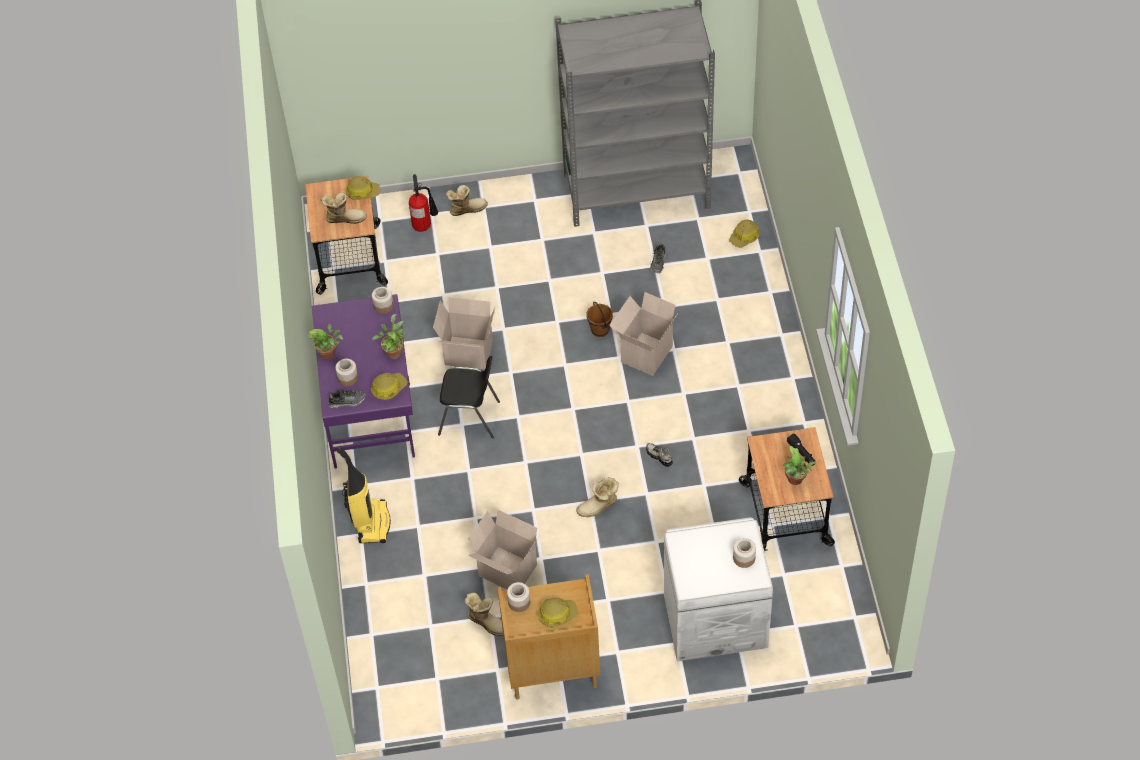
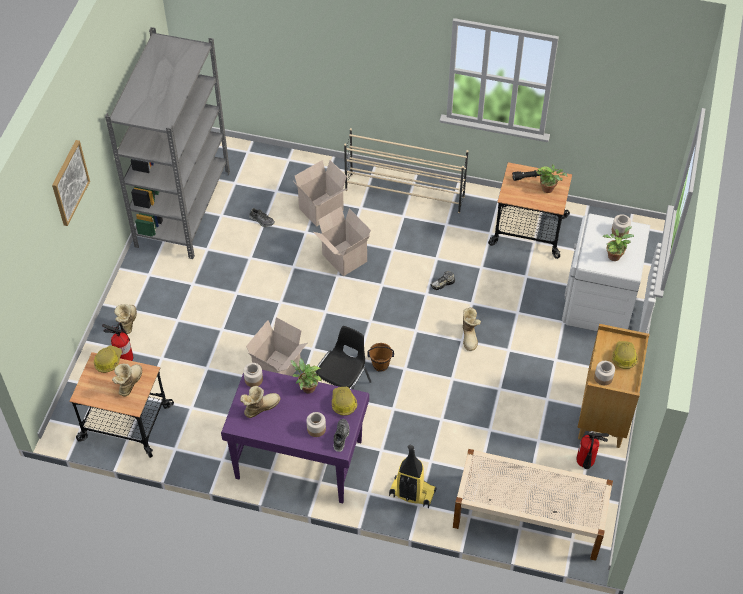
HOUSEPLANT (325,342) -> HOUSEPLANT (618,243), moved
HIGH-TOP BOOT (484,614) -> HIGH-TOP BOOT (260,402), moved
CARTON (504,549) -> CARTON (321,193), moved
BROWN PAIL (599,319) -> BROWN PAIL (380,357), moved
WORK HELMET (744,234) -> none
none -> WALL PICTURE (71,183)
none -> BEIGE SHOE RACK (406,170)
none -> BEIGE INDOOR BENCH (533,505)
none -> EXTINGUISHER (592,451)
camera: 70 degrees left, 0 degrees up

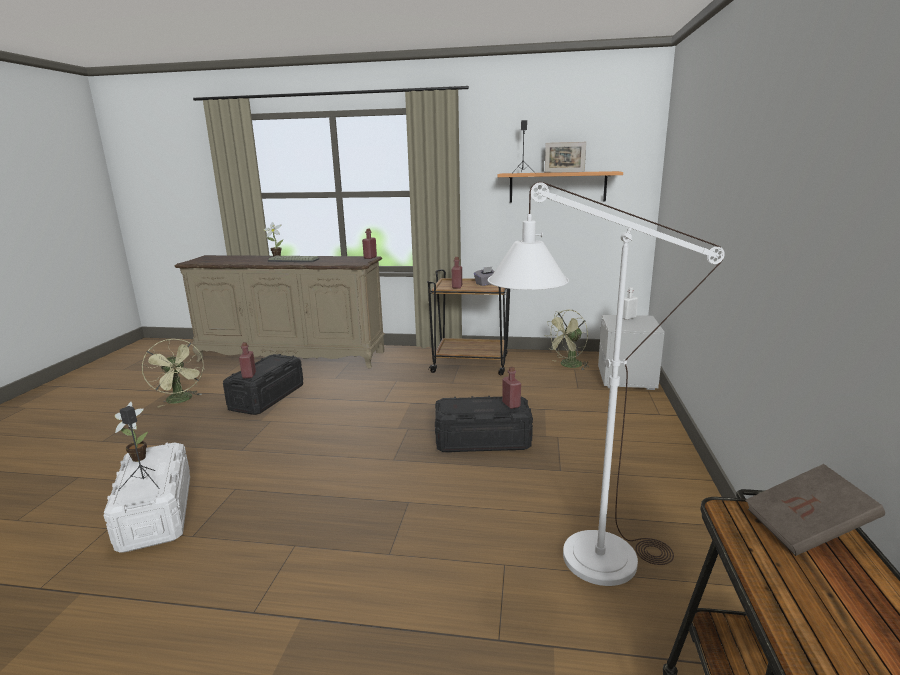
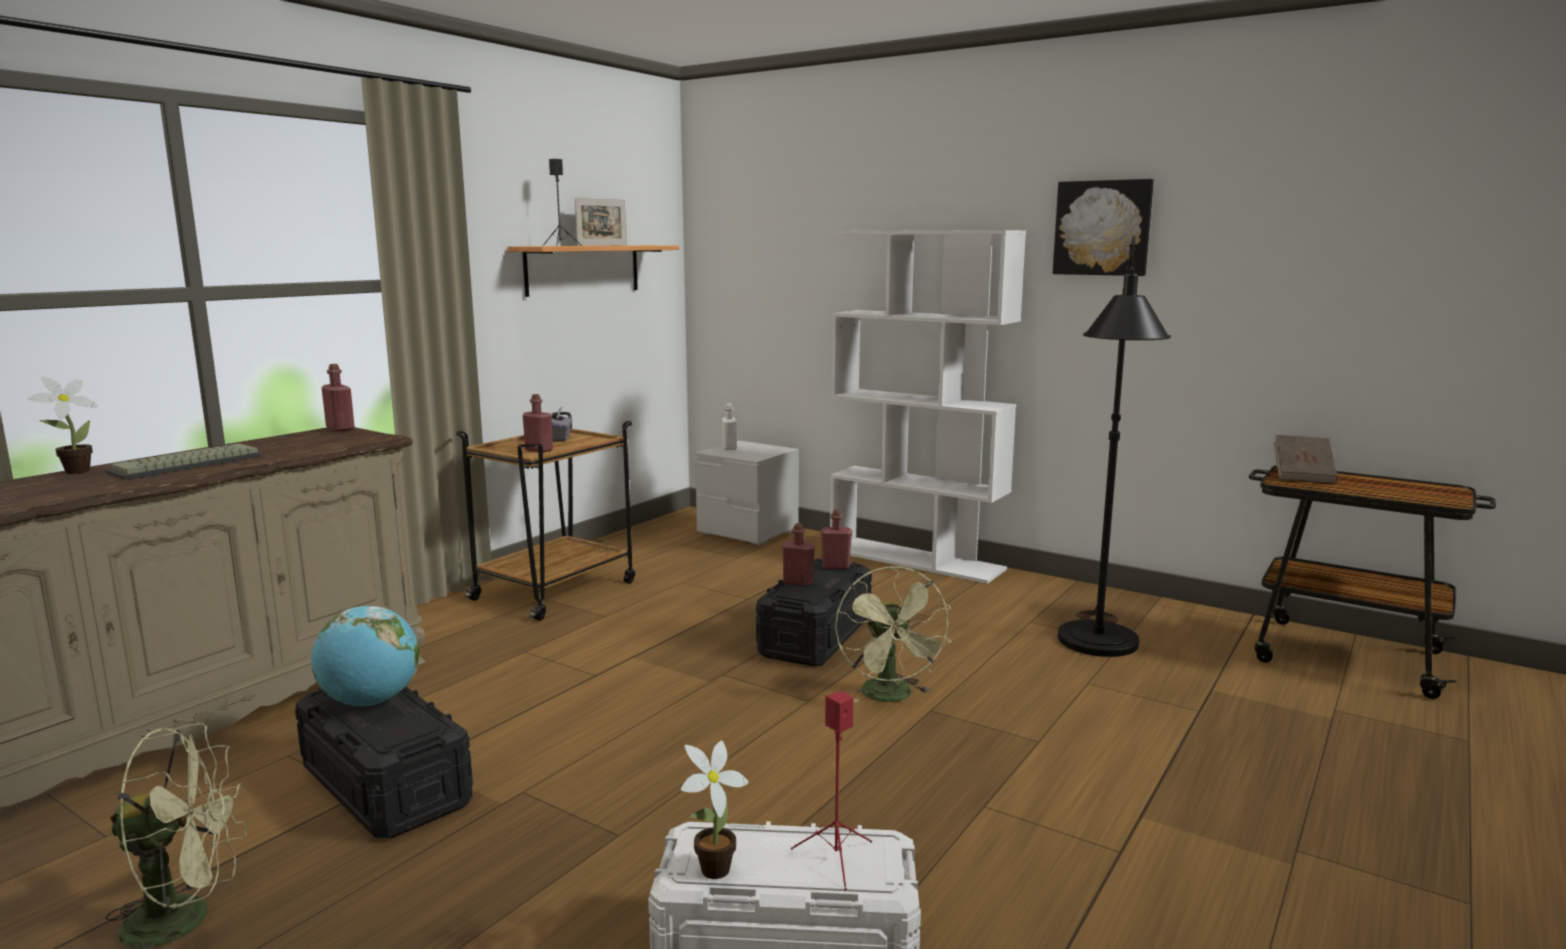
BLACK-COLOURED SPEAKER (138,448) -> RED SPEAKER (831,791)
RED BEVERAGE BOTTLE (247,360) -> RED BEVERAGE BOTTLE (798,554), moved
WHITISH STANDARD LAMP (606,384) -> BLACK-COLOURED STANDARD LAMP (1114,446)
GREEN COOLING FAN (567,339) -> GREEN COOLING FAN (893,634), moved
none -> GLOBE (365,655)
none -> WHITISH BOOKSHELF (928,407)
none -> WALL PICTURE (1103,227)
camera: 65 degrees left, 5 degrees down

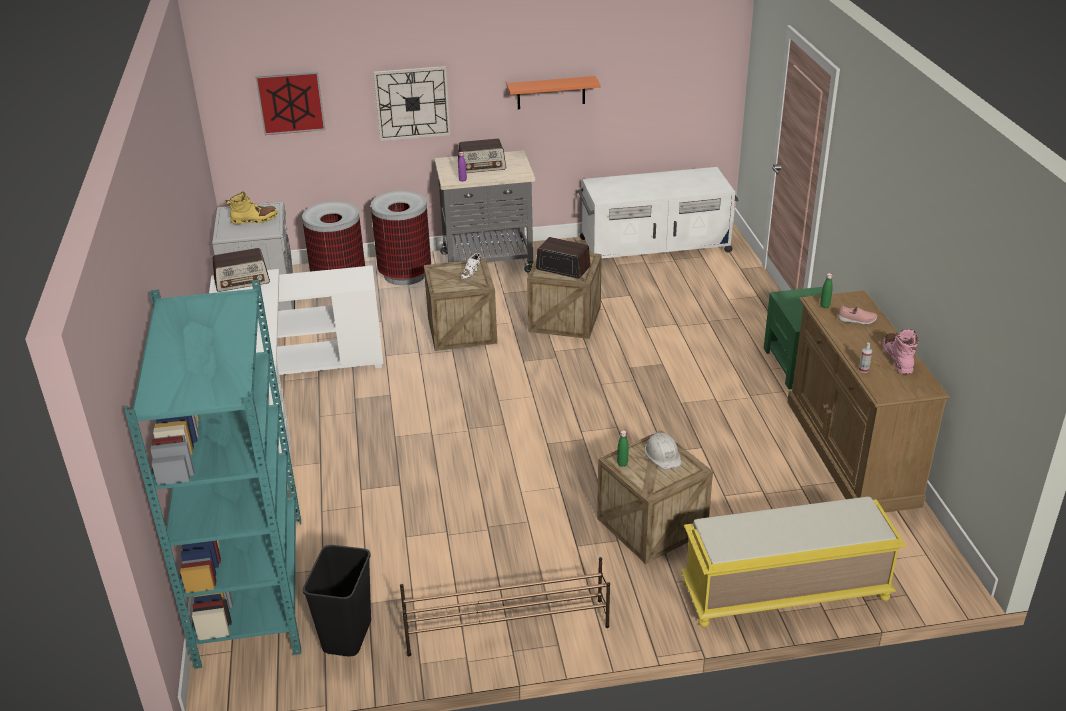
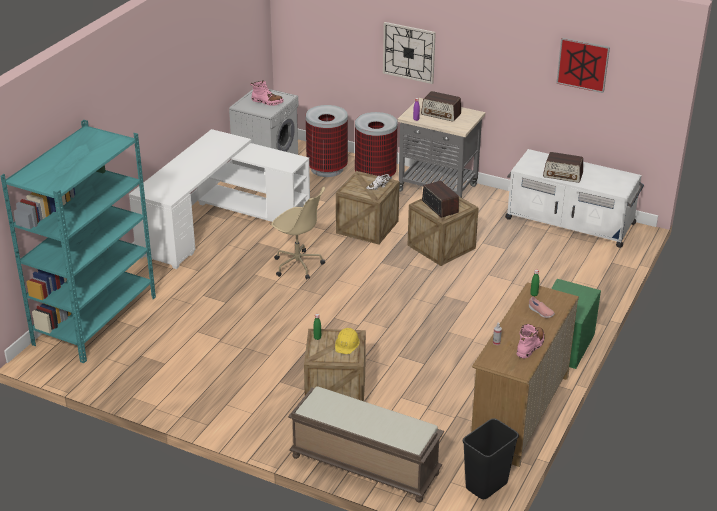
RADIO RECEIVER (241,270) -> RADIO RECEIVER (563,167), moved
YELLOW HIGH-TOP BOOT (251,208) -> PINK-COLOURED HIGH-TOP BOOT (267,93)
WALL PICTURE (290,103) -> WALL PICTURE (583,65), moved
BLACK-COLOURED RUBBISH BIN (337,600) -> BLACK-COLOURED RUBBISH BIN (491,458), moved
BROWN SHOE RACK (505,606) -> none
ORANGE WALL SHELF (553,92) -> none
WHITISH WORK HELMET (663,451) -> YELLOW WORK HELMET (347,341)
YELLOW INDOOR BENCH (793,562) -> BROWN INDOOR BENCH (366,444)
none -> BEIGE COMPUTER CHAIR (298,233)
camera: 35 degrees right, 0 degrees up

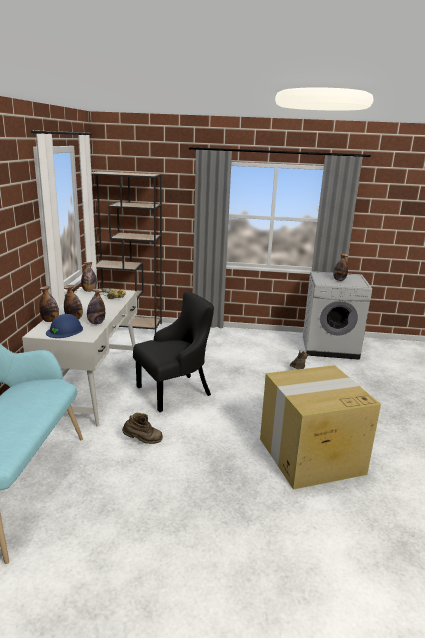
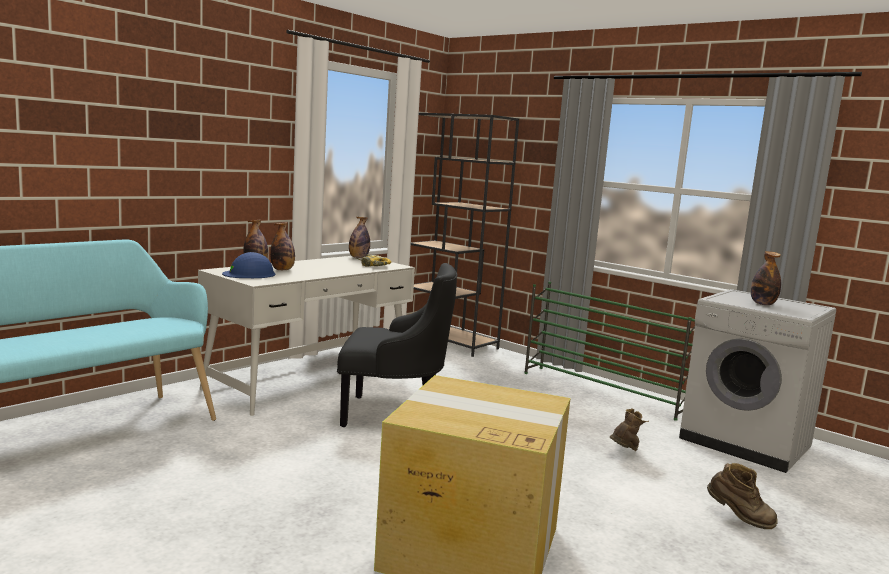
BEVERAGE BOTTLE (96,306) -> none
BROWN HIGH-TOP BOOT (142,428) -> BROWN HIGH-TOP BOOT (742,496), moved
none -> GREEN SHOE RACK (609,351)
camera: 35 degrees right, 10 degrees down

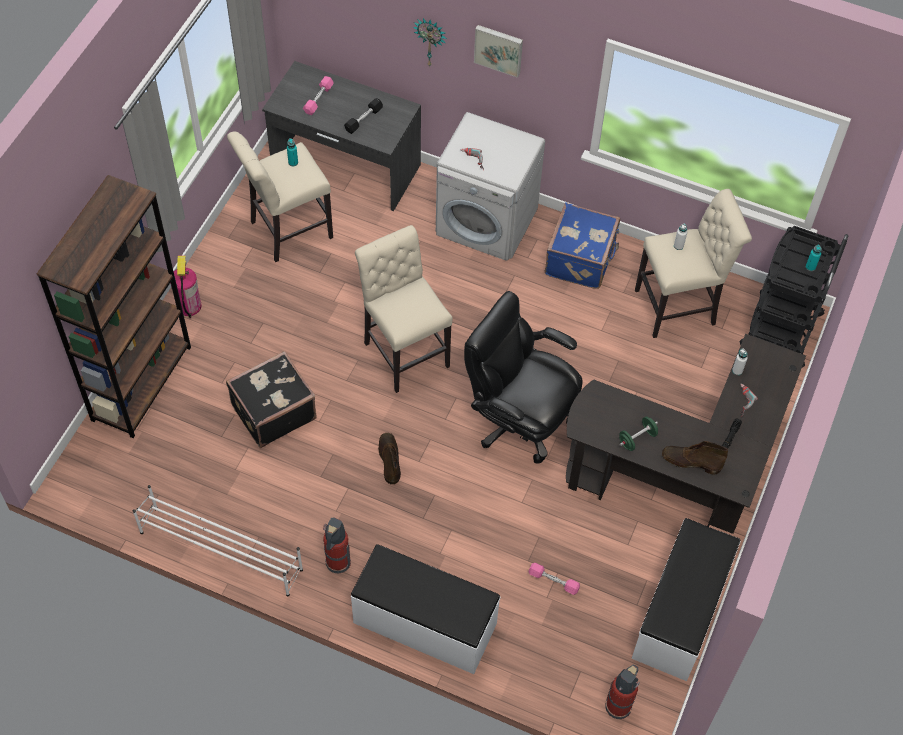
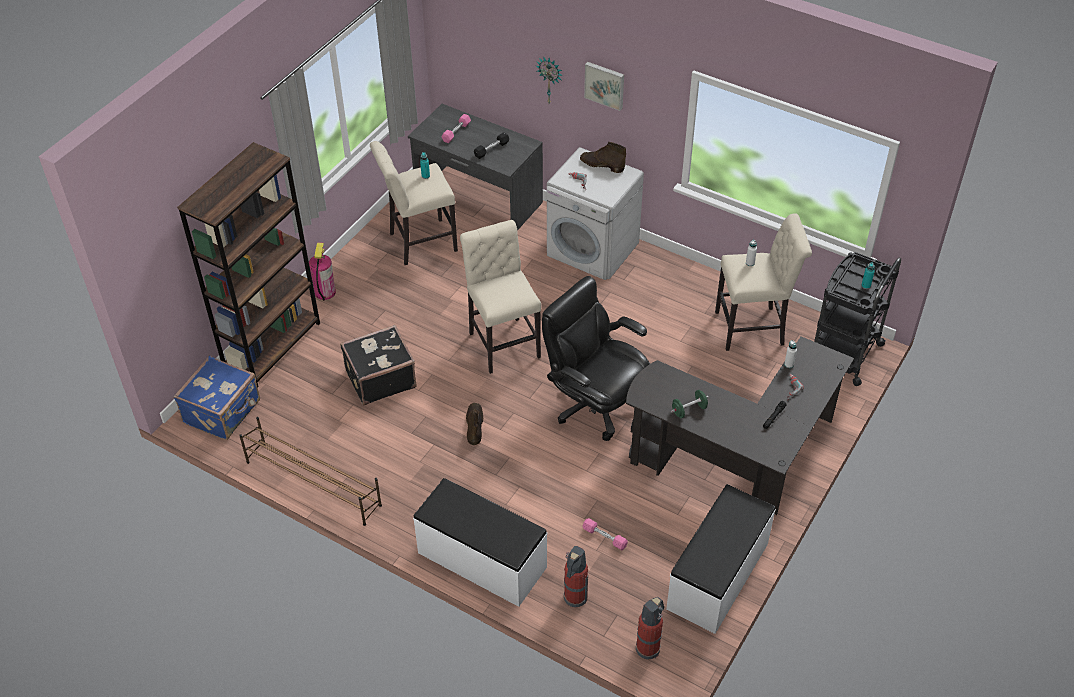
WHITISH SHOE RACK (218,540) -> BROWN SHOE RACK (310,471)
EXTINGUISHER (337,545) -> EXTINGUISHER (576,576), moved
BLUE SUITCASE (582,246) -> BLUE SUITCASE (217,398), moved
BROWN HIGH-TOP BOOT (695,457) -> BROWN HIGH-TOP BOOT (603,157), moved
camera: 10 degrees right, 10 degrees down

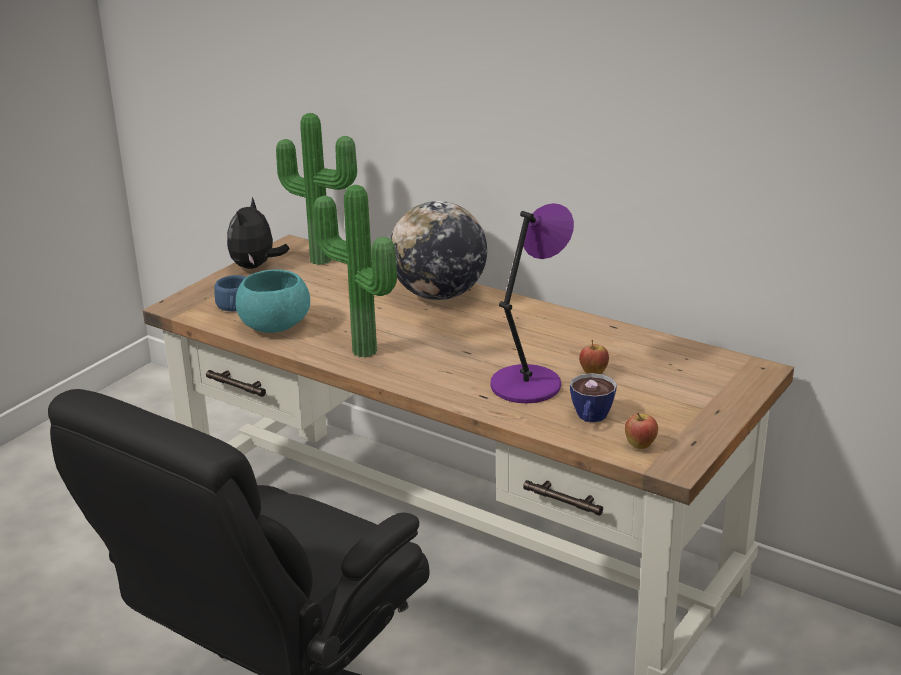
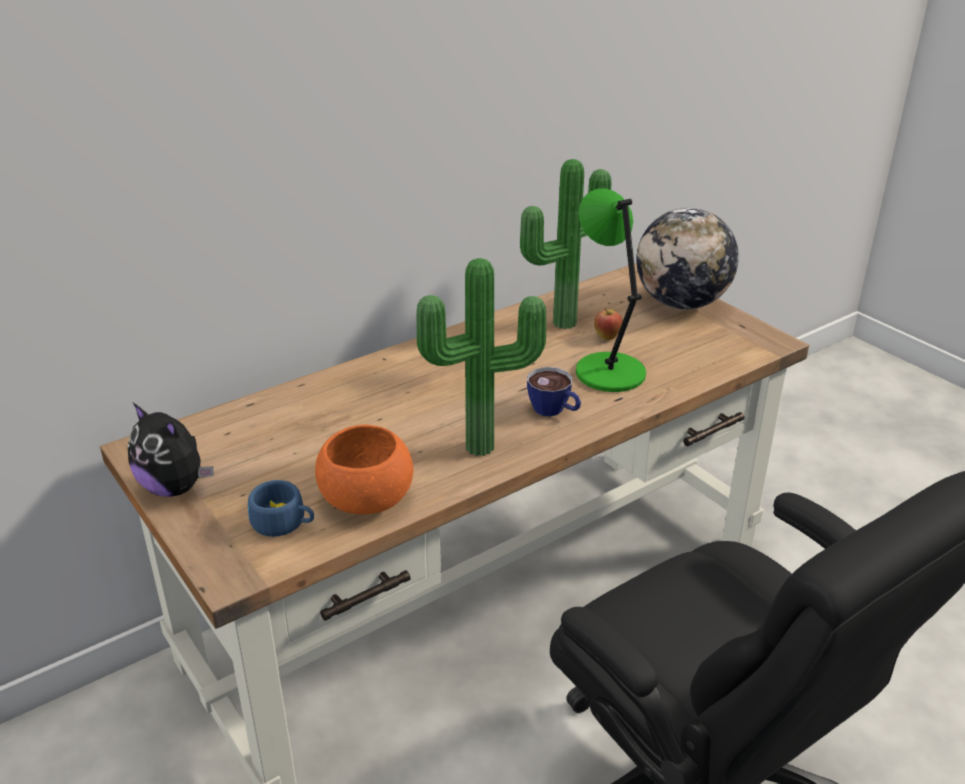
BLUE-GREEN BOWL (272,301) -> ORANGE BOWL (364,469)
HOUSEPLANT (316,189) -> HOUSEPLANT (565,244), moved
GLOBE (438,250) -> GLOBE (687,258), moved
PURPLE TABLETOP LAMP (532,303) -> GREEN TABLETOP LAMP (611,290)
DRINKING CUP (593,397) -> DRINKING CUP (554,392), moved
WHOLE APPLE (641,431) -> none
camera: 70 degrees left, 5 degrees up

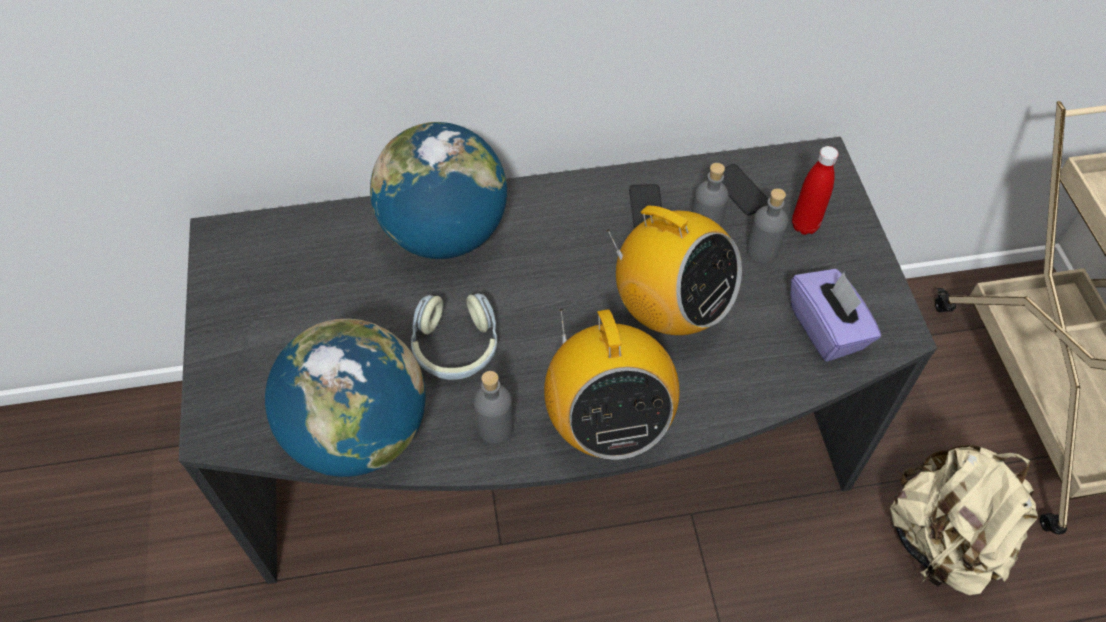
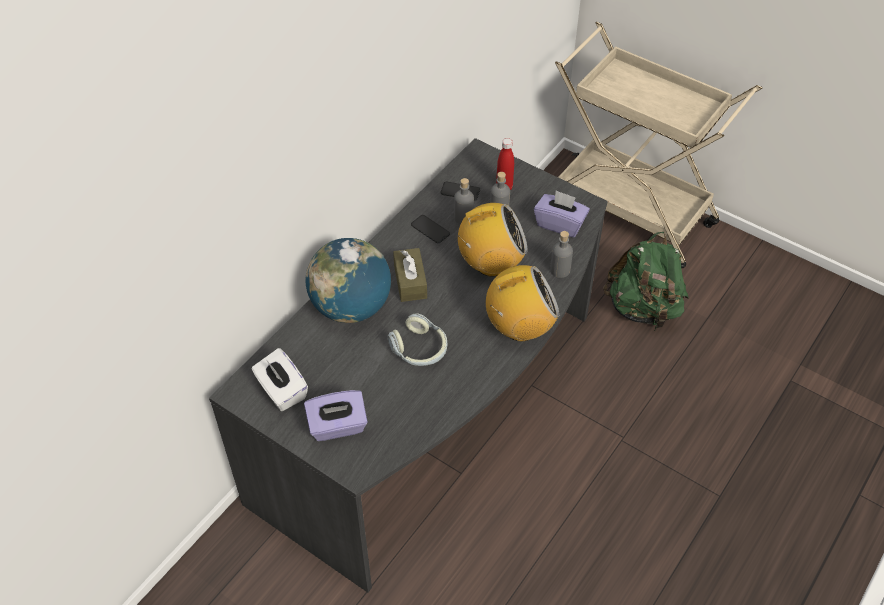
GLOBE (345,398) -> none
GREYISH BEVERAGE BOTTLE (493,407) -> GREYISH BEVERAGE BOTTLE (561,254), moved
RADIO RECEIVER (612,384) -> RADIO RECEIVER (523,303), 45 degrees counterclockwise
BEIGE RUCKSACK (964,520) -> GREEN RUCKSACK (646,280)
none -> WHITISH TISSUE HOLDER (280,379)
none -> PURPLE TISSUE HOLDER (336,415)
none -> BROWN TISSUE HOLDER (410,275)
camera: 45 degrees left, 5 degrees down

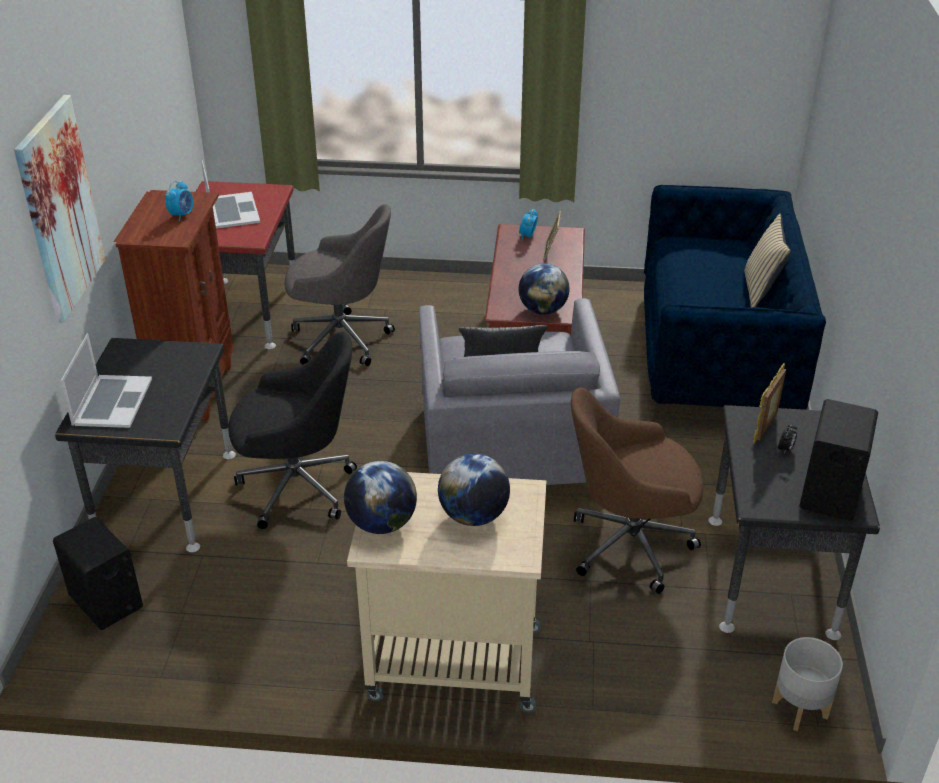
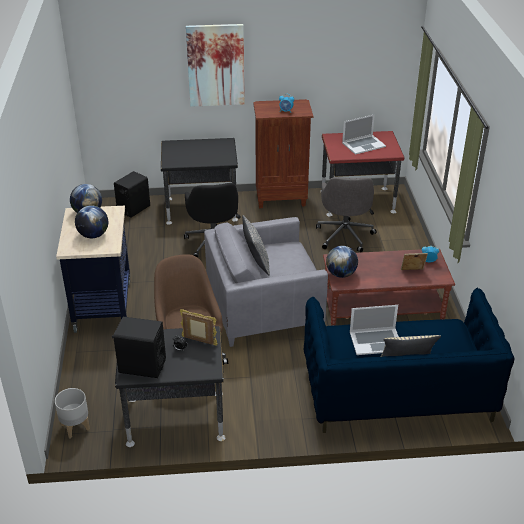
LAPTOP (106,380) -> LAPTOP (374,330), moved
BEIGE WHEELED CART (447,592) -> BLUE WHEELED CART (93,269)
camera: 80 degrees right, 0 degrees up

